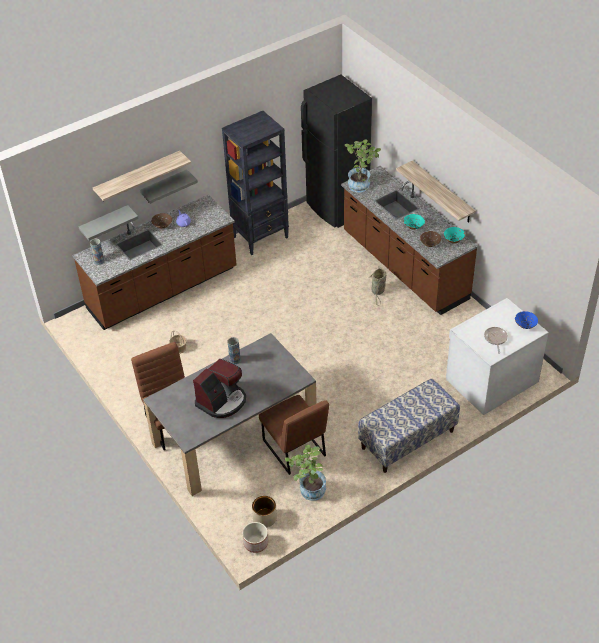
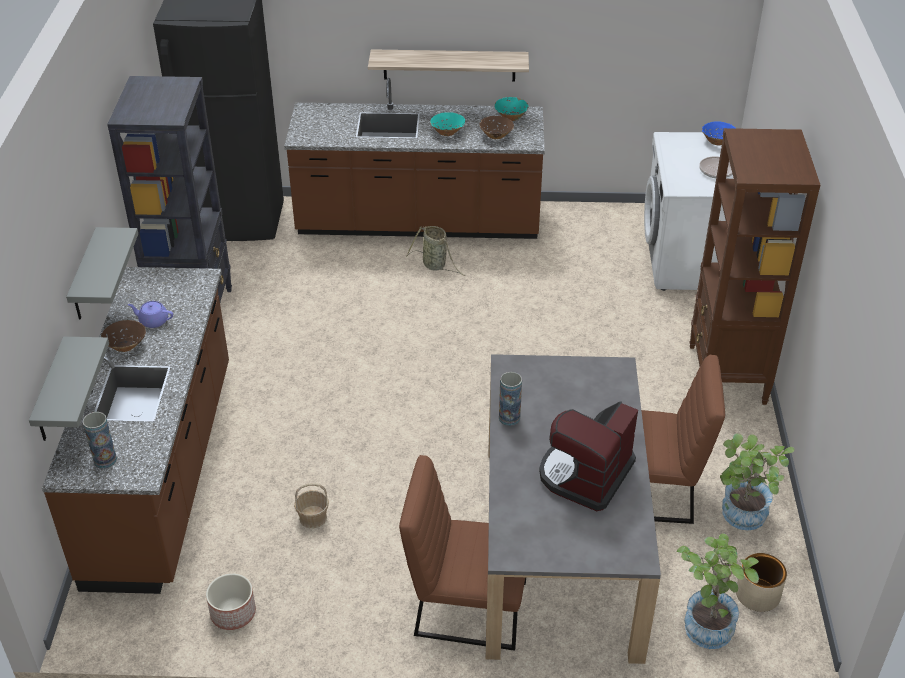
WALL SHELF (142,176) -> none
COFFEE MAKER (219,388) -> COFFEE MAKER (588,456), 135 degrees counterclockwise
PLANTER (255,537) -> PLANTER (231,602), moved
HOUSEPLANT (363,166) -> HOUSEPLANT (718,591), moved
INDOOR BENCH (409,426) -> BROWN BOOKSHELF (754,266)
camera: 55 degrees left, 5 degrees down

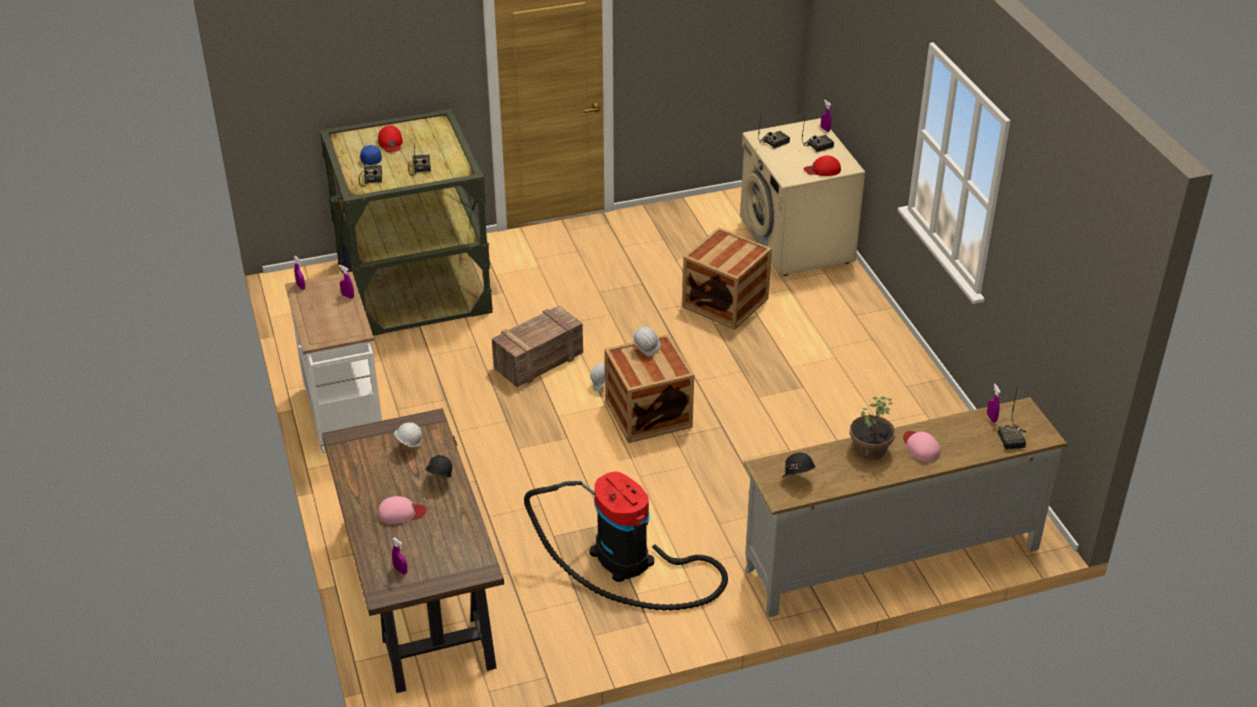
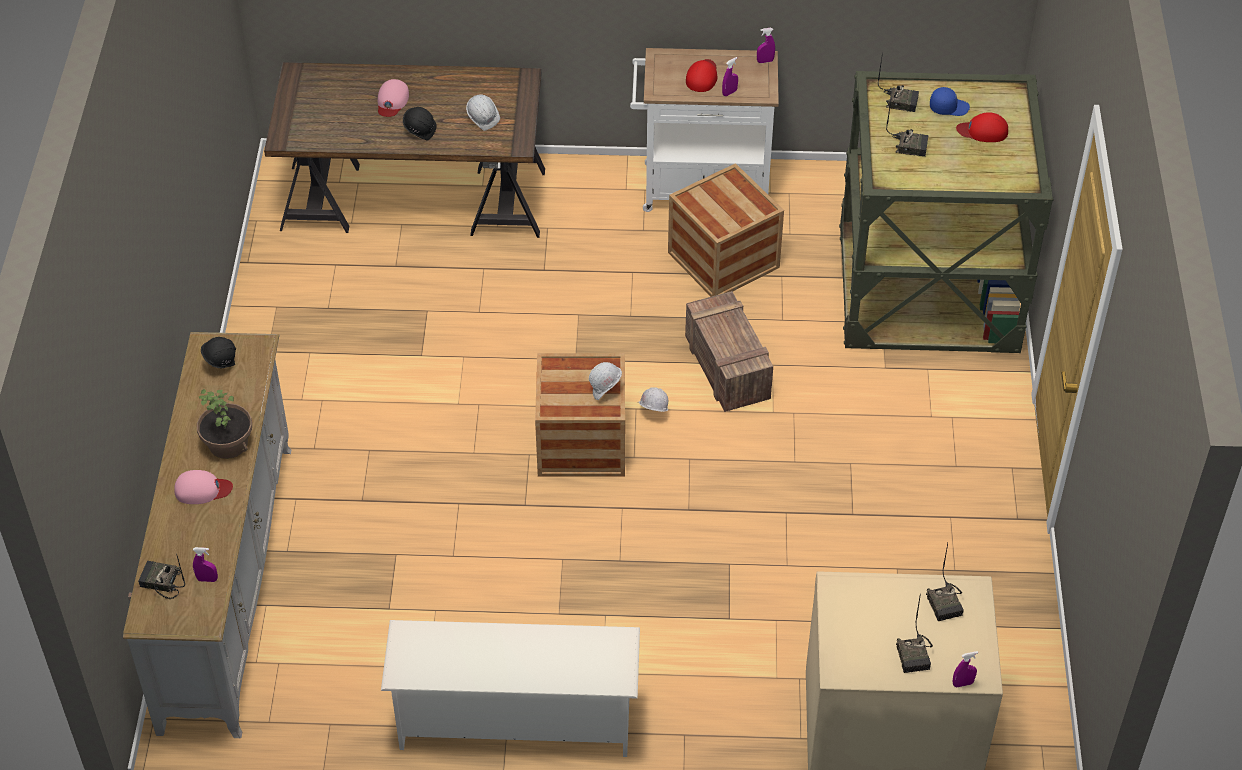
PURPLE SPRAY BOTTLE (399,556) -> none
VACUUM (626,541) -> none
SHIPPING CRATE (727,278) -> SHIPPING CRATE (726,230), moved
RED BASEBALL CAP (822,165) -> RED BASEBALL CAP (701,75), moved
none -> WHITISH SHOE RACK (510,688)
camera: 110 degrees right, 10 degrees up

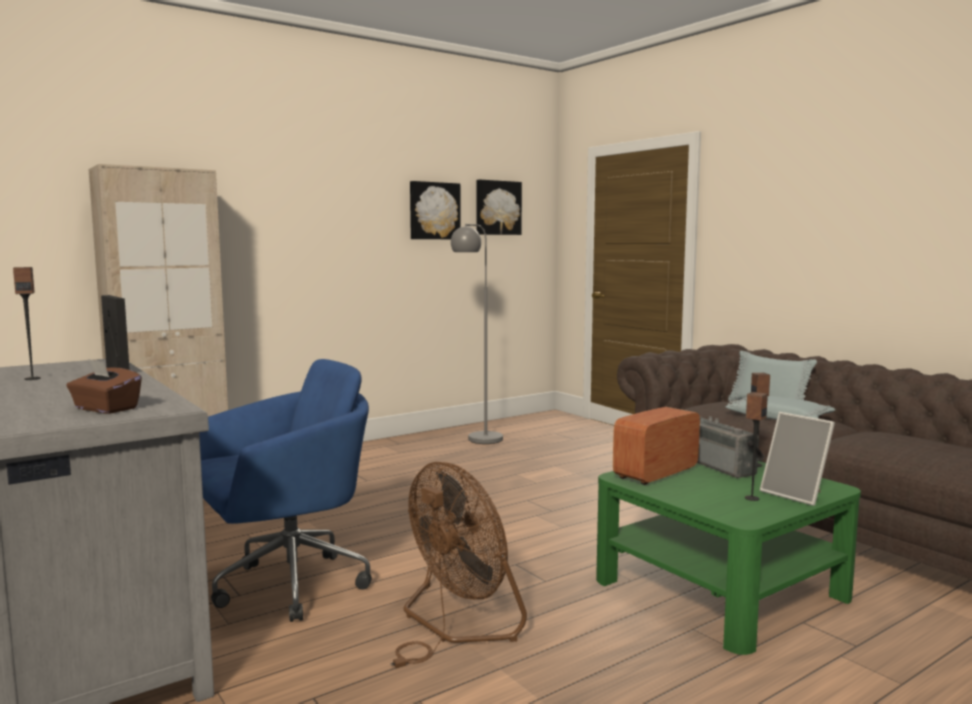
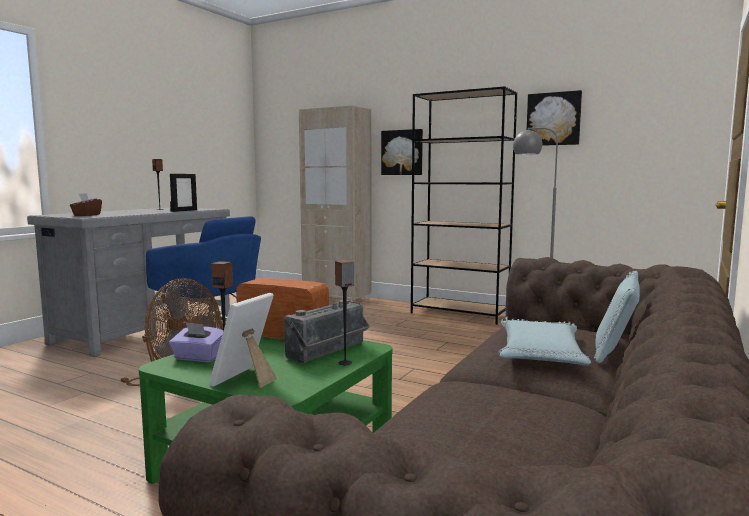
WALL PICTURE (499,207) -> WALL PICTURE (402,152), moved
none -> PURPLE TISSUE HOLDER (196,342)
none -> BEIGE BOOKSHELF (464,205)
camera: 65 degrees right, 0 degrees up

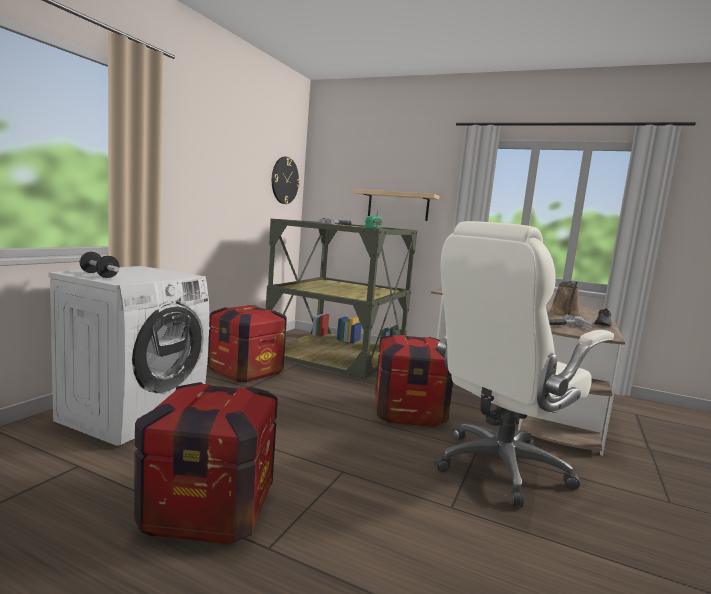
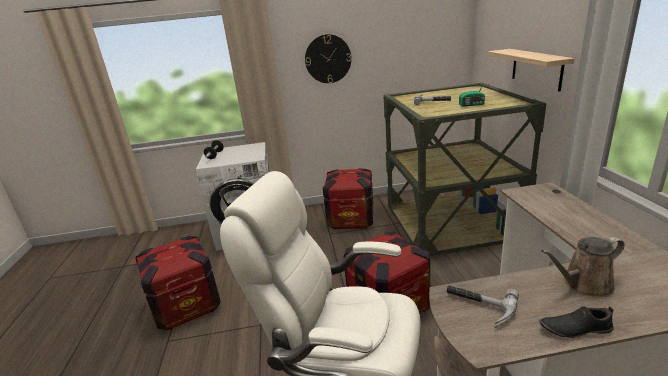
WALL CLOCK (286,180) -> WALL CLOCK (328,58), moved
camera: 60 degrees right, 15 degrees up

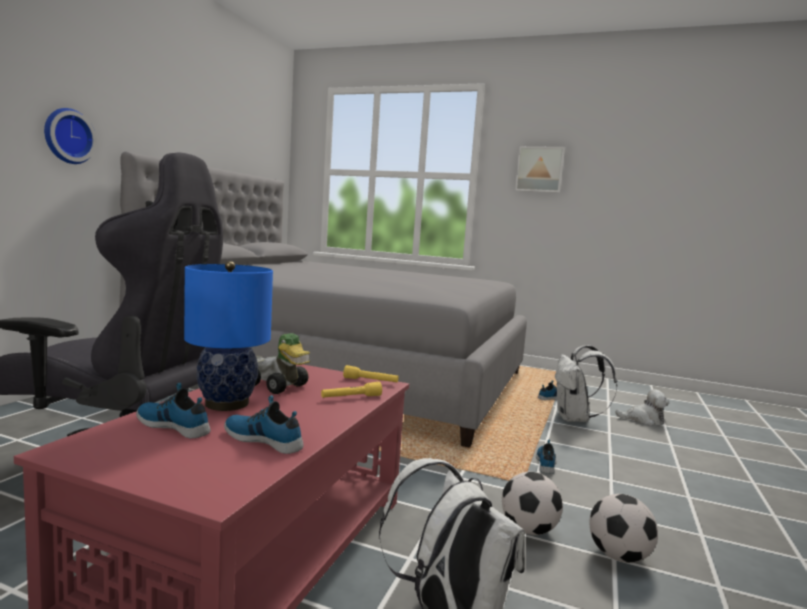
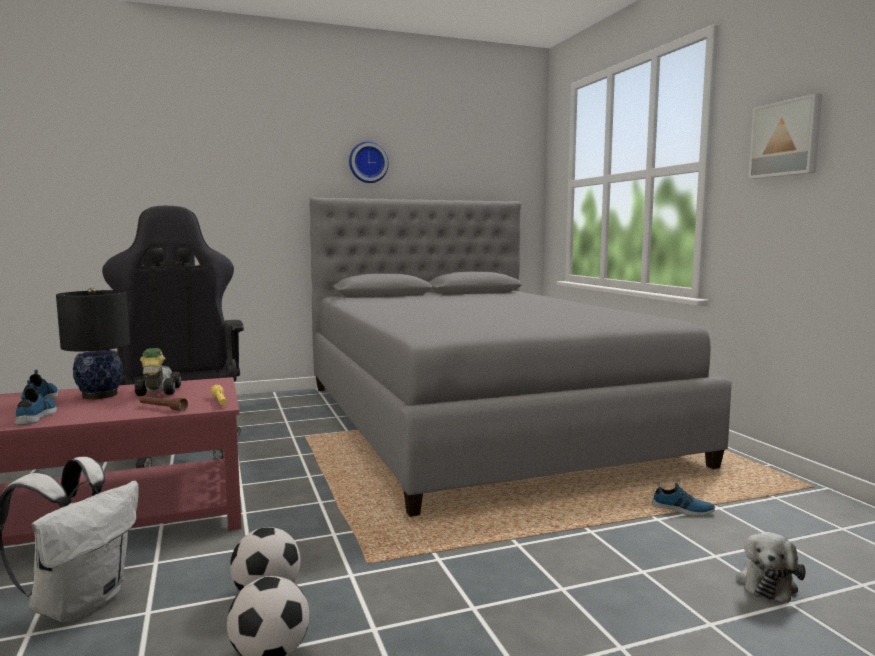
WALL CLOCK (70,136) -> WALL CLOCK (369,162), moved
BLUE TABLETOP LAMP (228,336) -> BLACK-COLOURED TABLETOP LAMP (93,343)
YELLOW HAND TORCH (351,390) -> BROWN HAND TORCH (163,403)
SHOE (546,457) -> none
WHITISH RUCKSACK (586,383) -> none
PLUSH TOY (642,407) -> PLUSH TOY (771,567), 60 degrees clockwise
camera: 50 degrees right, 0 degrees up

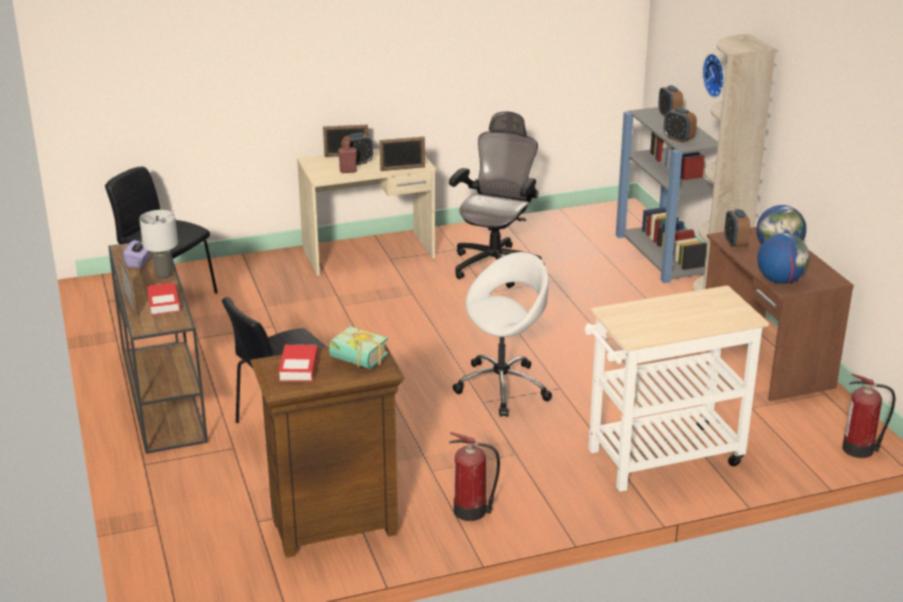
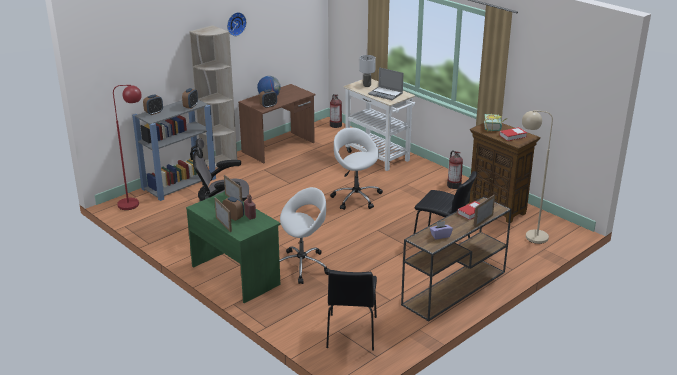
WHITISH TABLETOP LAMP (158,244) -> WHITISH TABLETOP LAMP (367,71), moved
BEIGE DESK UNIT (366,212) -> GREEN DESK UNIT (233,247)
WALL CLOCK (713,76) -> WALL CLOCK (237,24), moved
GLOBE (783,258) -> none
none -> RED STANDARD LAMP (127,147)
none -> WHITISH COMPUTER CHAIR (305,235)
none -> LAPTOP (386,83)
none -> BEIGE STANDARD LAMP (537,177)
camera: 115 degrees left, 0 degrees up

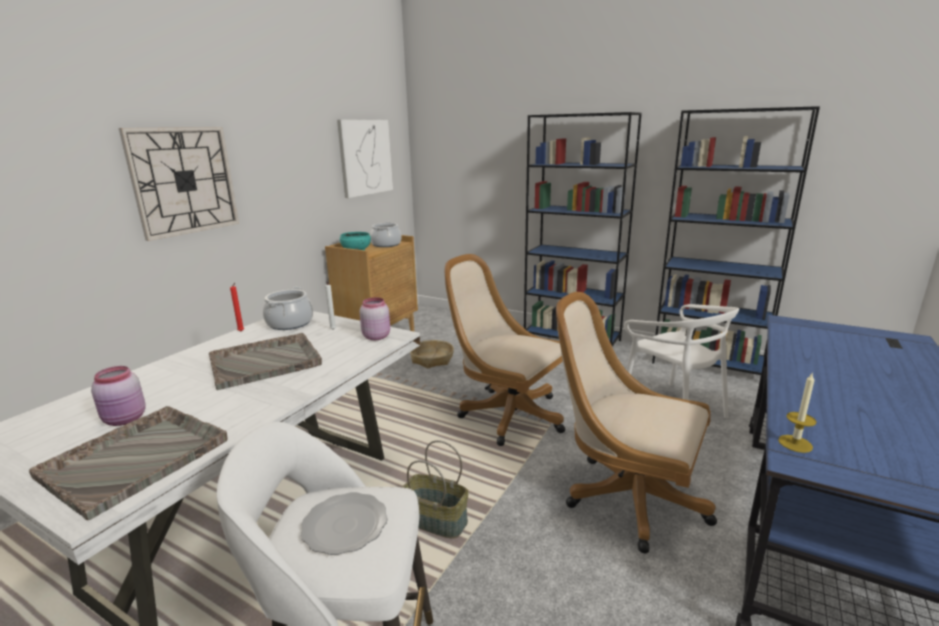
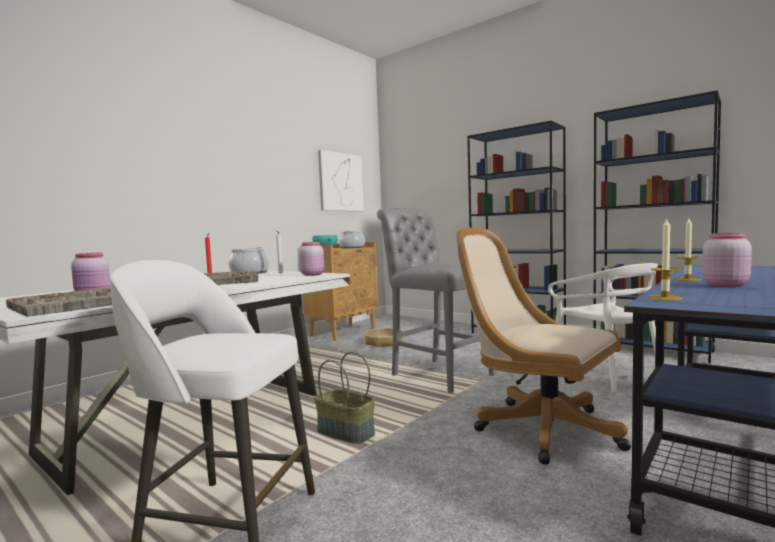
WALL CLOCK (179,184) -> none
FLAT DISH (344,523) -> none
COMPUTER CHAIR (505,350) -> GREYISH STOOL SEAT (436,300)
none -> CANDLE (688,249)
none -> PINK-COLOURED JAR (727,260)
camera: 10 degrees right, 15 degrees down

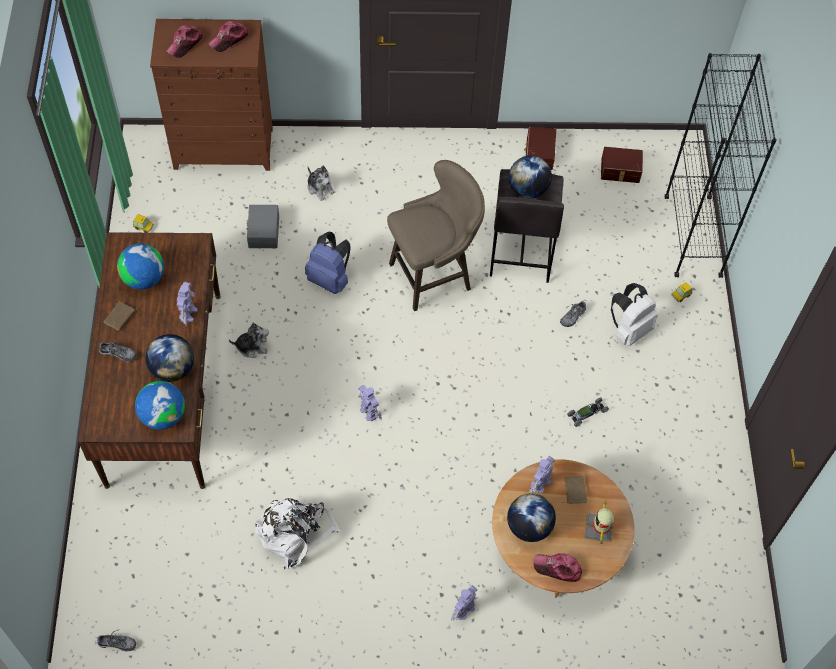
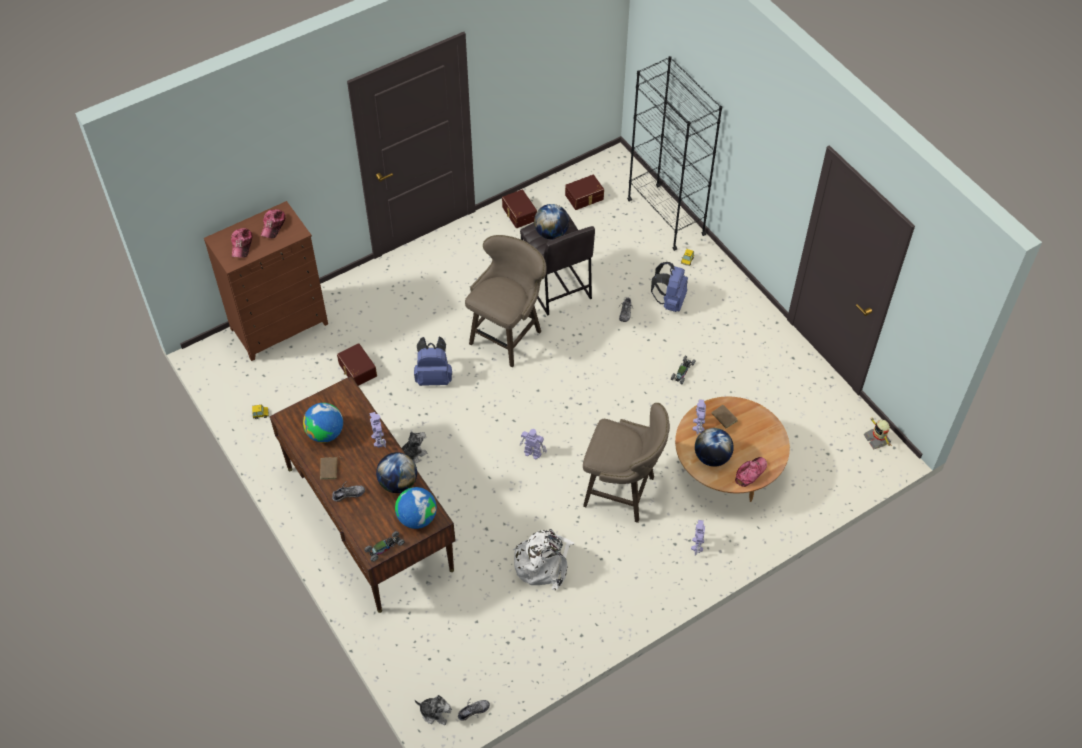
GREYISH STORAGE CONTAINER (262,226) -> BROWN STORAGE CONTAINER (357,364)
PLUSH TOY (321,183) -> PLUSH TOY (433,710), moved
BASEBALL CAP (557,567) -> BASEBALL CAP (751,472), 150 degrees clockwise
MODEL ROBOT (599,521) -> MODEL ROBOT (877,432), moved
WHITISH RUCKSACK (634,314) -> BLUE RUCKSACK (669,287)
none -> MODEL CAR (384,546)
none -> BEIGE STOOL SEAT (626,463)
camera: 30 degrees left, 5 degrees down

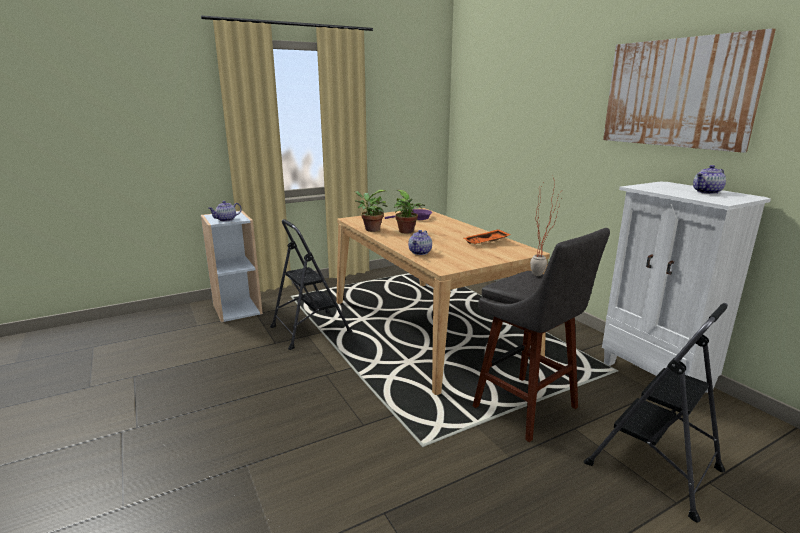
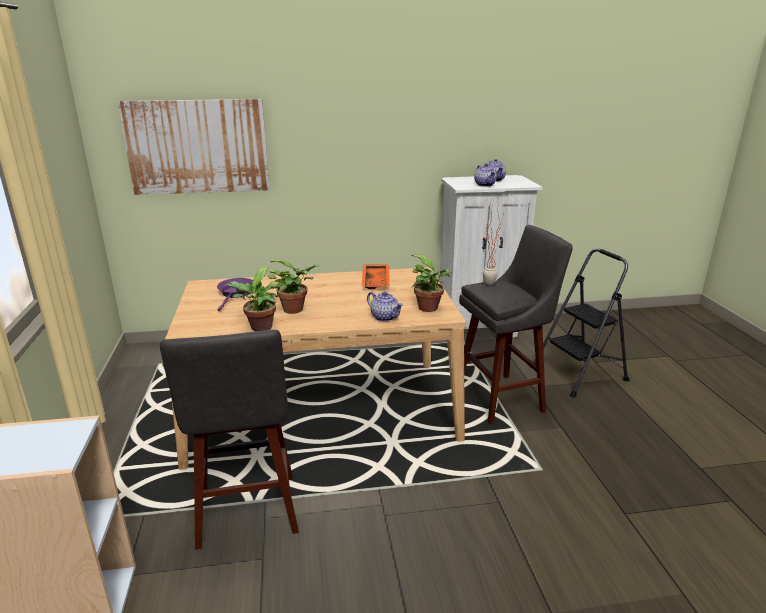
POT FOR TEA (225,211) -> POT FOR TEA (485,175), moved
BLACK-COLOURED STEP STOOL (311,284) -> GREYISH STOOL SEAT (229,439)
WALL PICTURE (689,91) -> WALL PICTURE (194,147), moved
none -> HOUSEPLANT (432,283)
camera: 70 degrees left, 5 degrees up

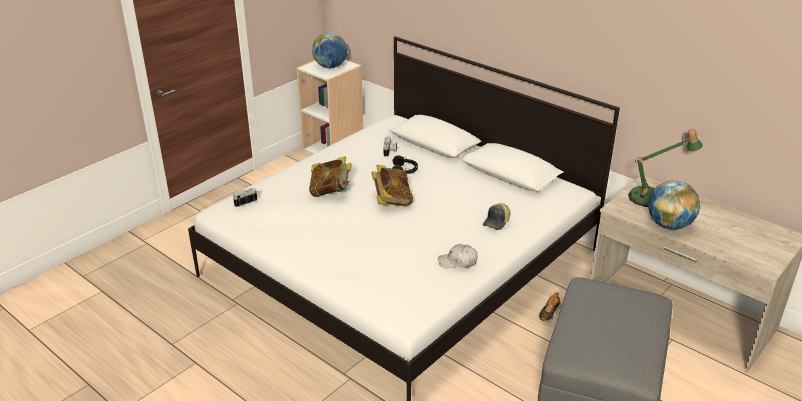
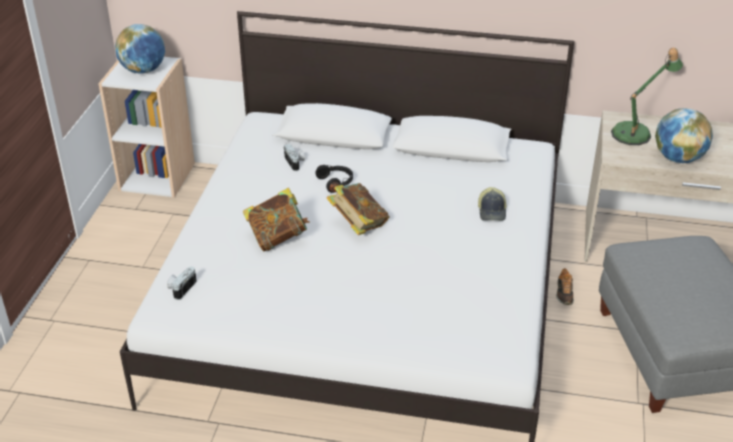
WHITISH BASEBALL CAP (458,256) -> none
camera: 30 degrees left, 5 degrees up

